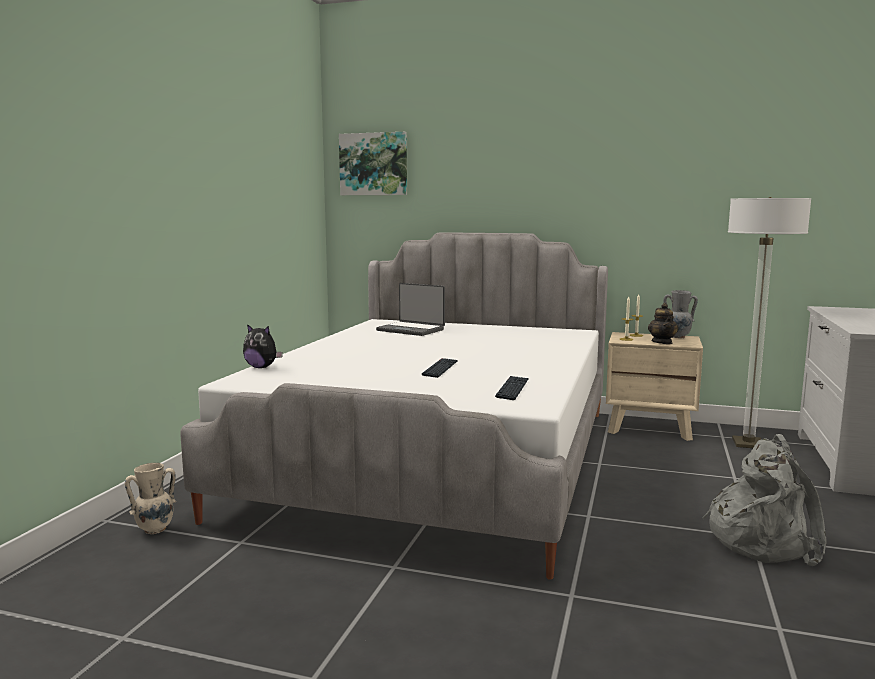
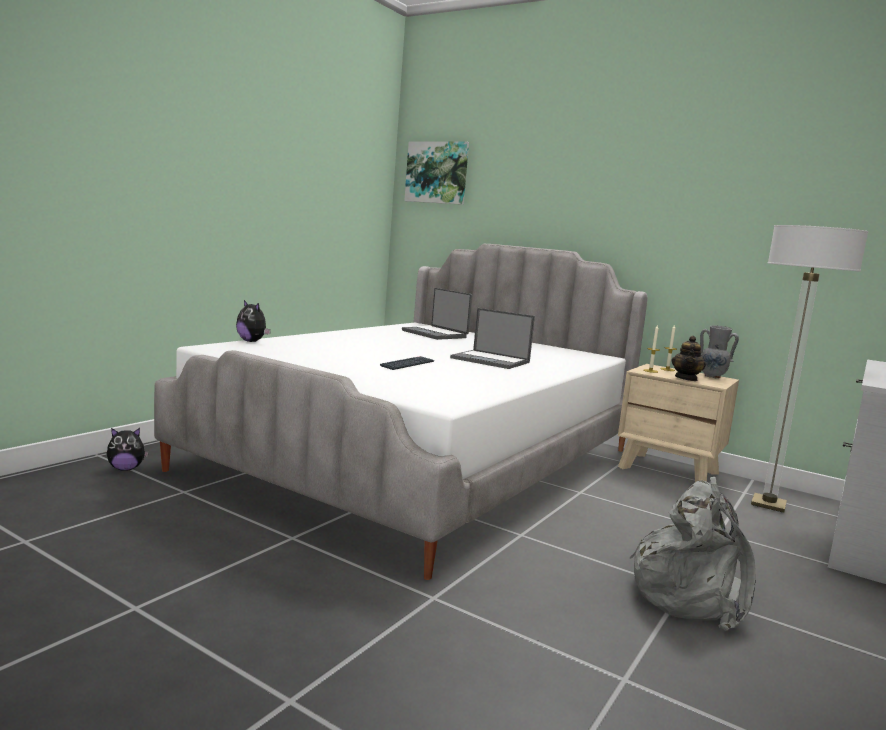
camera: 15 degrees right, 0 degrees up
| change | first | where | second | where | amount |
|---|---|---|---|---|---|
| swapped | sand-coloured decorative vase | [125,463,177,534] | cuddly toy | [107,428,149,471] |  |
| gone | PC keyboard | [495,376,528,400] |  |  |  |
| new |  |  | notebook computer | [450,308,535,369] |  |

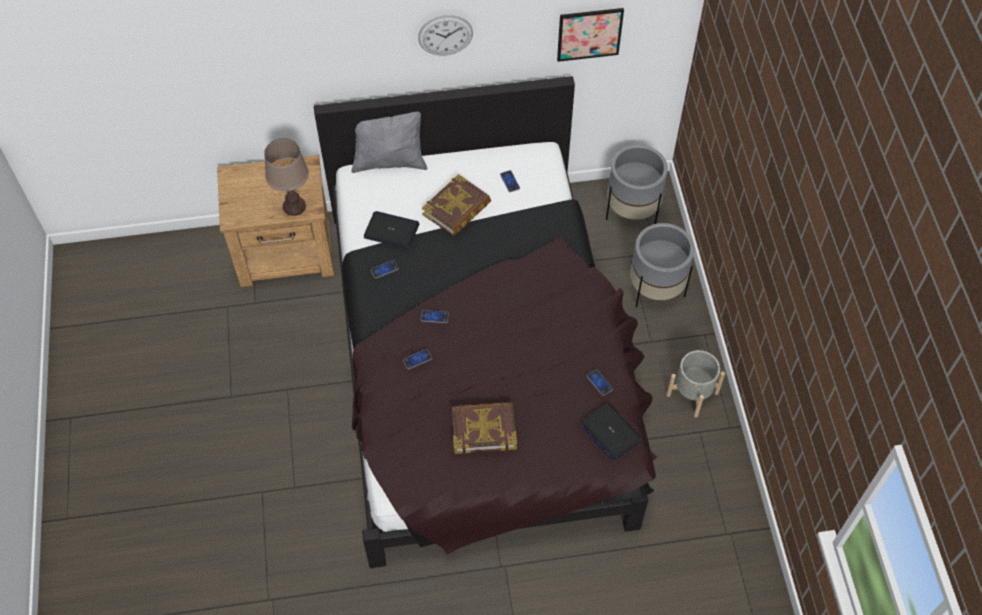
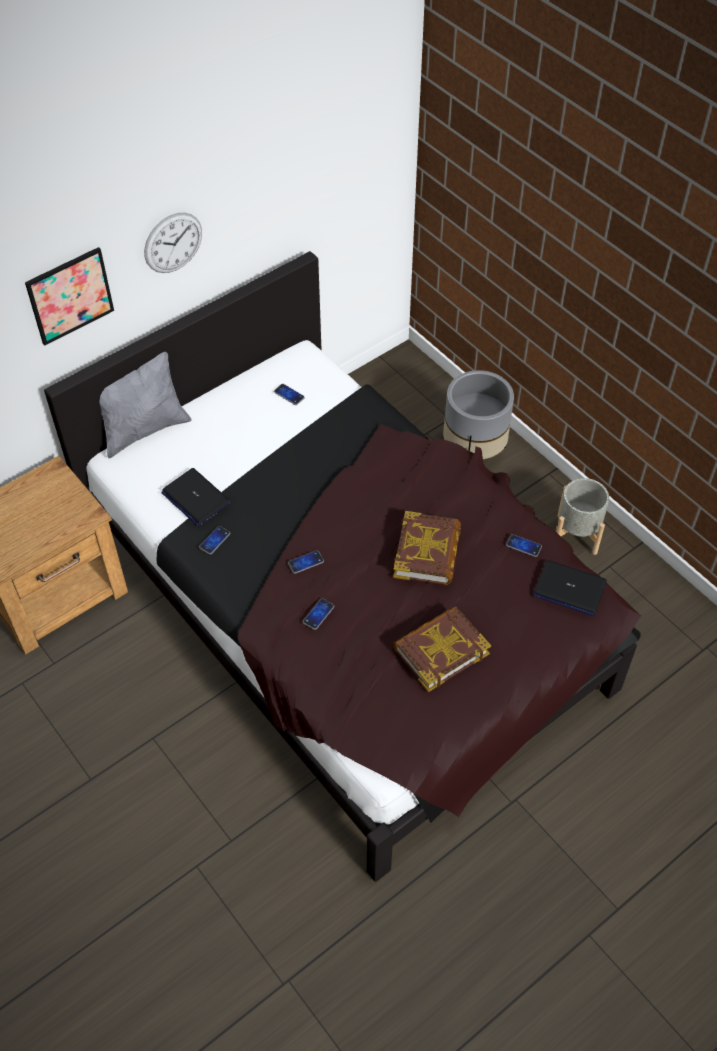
camera: 30 degrees left, 5 degrees down
| change | first | where | second | where | amount |
|---|---|---|---|---|---|
| gone | brownish lamp for a table | [264,138,309,216] |  |  |  |
| rotated | notebook computer | [364,211,419,249] |  | [161,468,231,525] | 120 degrees counterclockwise |
| shifted | bound book | [422,174,491,236] |  | [393,511,461,585] |  |
| shifted | wall picture | [557,8,624,62] |  | [25,247,114,345] |  |
| gone | grey planter | [606,145,668,224] |  |  |  |

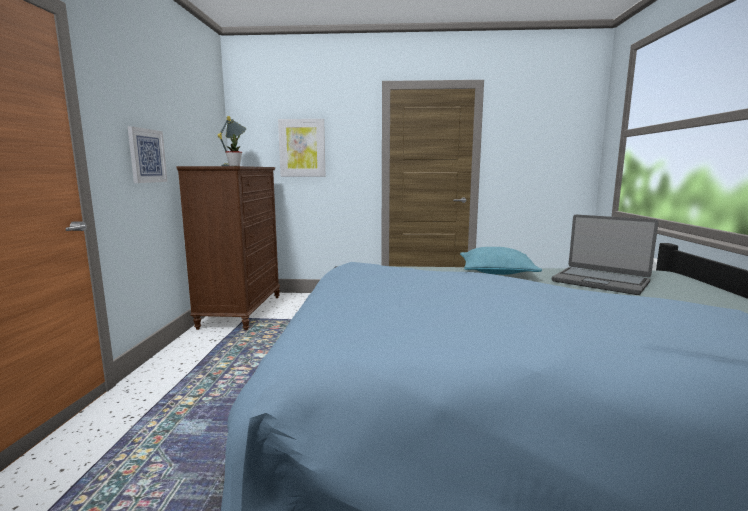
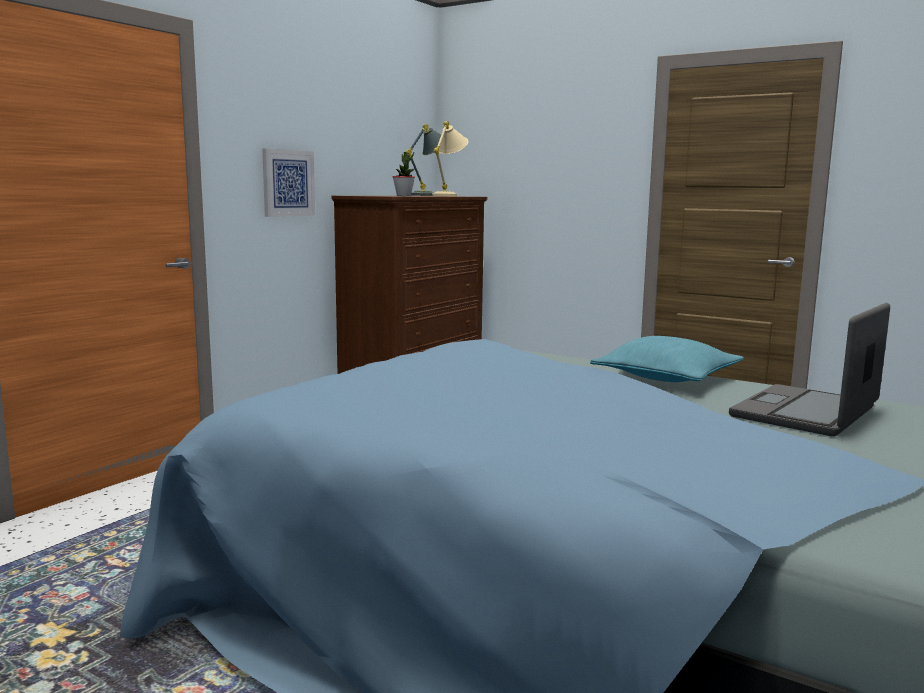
camera: 30 degrees right, 0 degrees up
| change | first | where | second | where | amount |
|---|---|---|---|---|---|
| gone | wall picture | [278,119,325,177] |  |  |  |
| rotated | notebook computer | [552,215,658,295] |  | [729,303,890,437] | 60 degrees clockwise |
| new |  |  | sand-coloured lamp for a table | [432,121,468,196] |  |

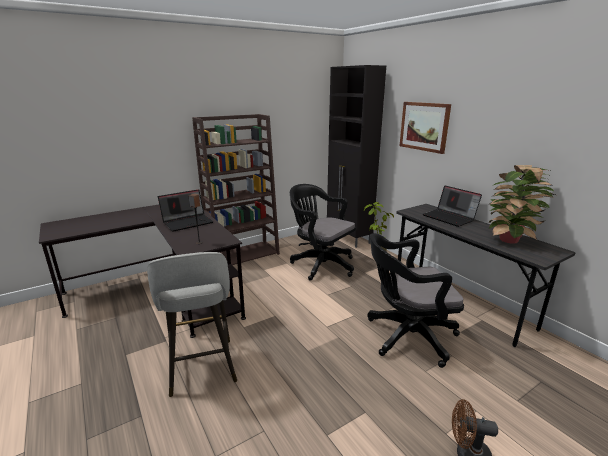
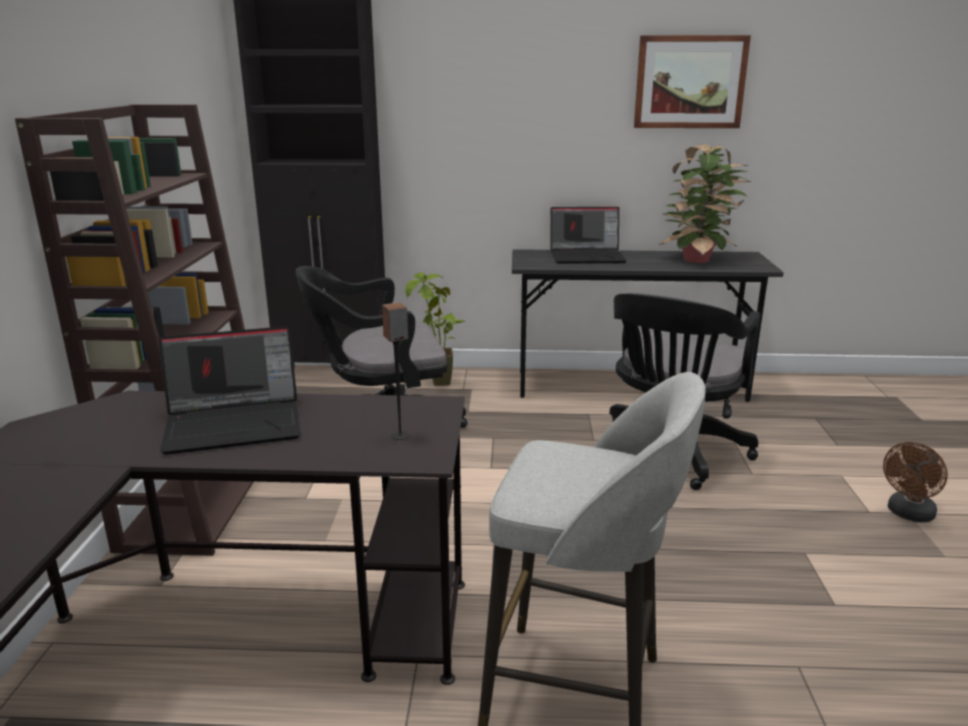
camera: 55 degrees left, 0 degrees up
| change | first | where | second | where | amount |
|---|---|---|---|---|---|
| rotated | notebook computer | [158,189,214,232] |  | [158,326,301,455] | 75 degrees clockwise |
| shifted | wall picture | [399,102,451,154] |  | [634,35,751,128] |  |

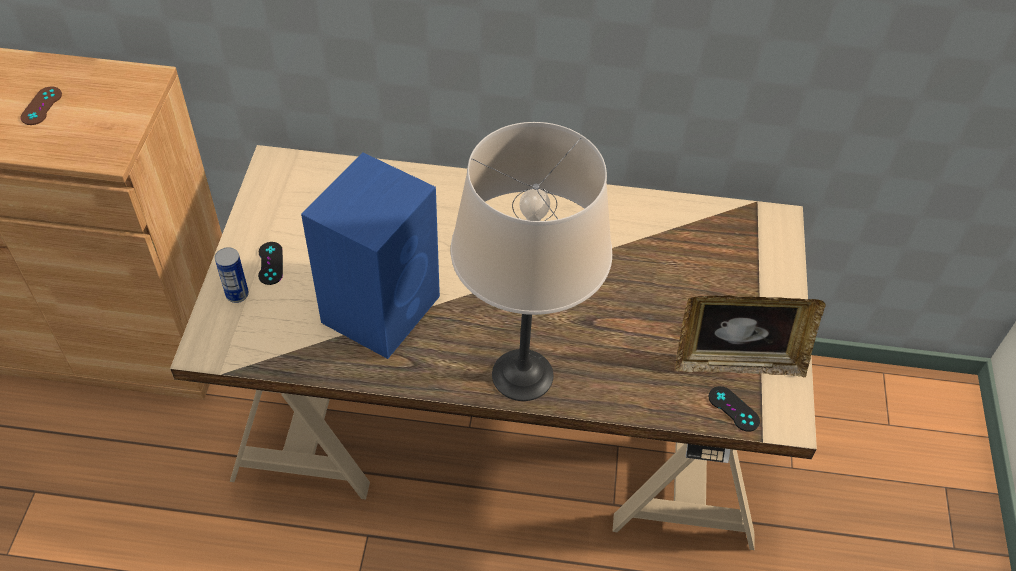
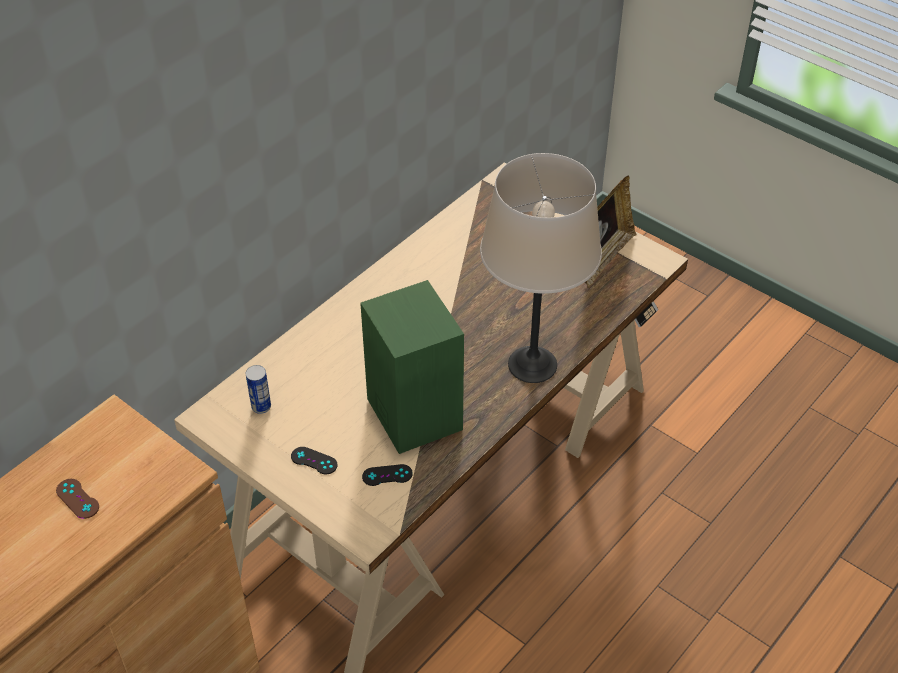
camera: 55 degrees left, 5 degrees down
| change | first | where | second | where | amount |
|---|---|---|---|---|---|
| shifted | metal can | [215,247,249,303] |  | [246,365,271,414] |  |
| repainted | blue-coloured audio speaker | [301,152,440,359] | green-coloured audio speaker | [360,280,464,454] |  |
| shifted | black-coloured joypad | [708,386,760,432] |  | [362,464,413,486] |  |

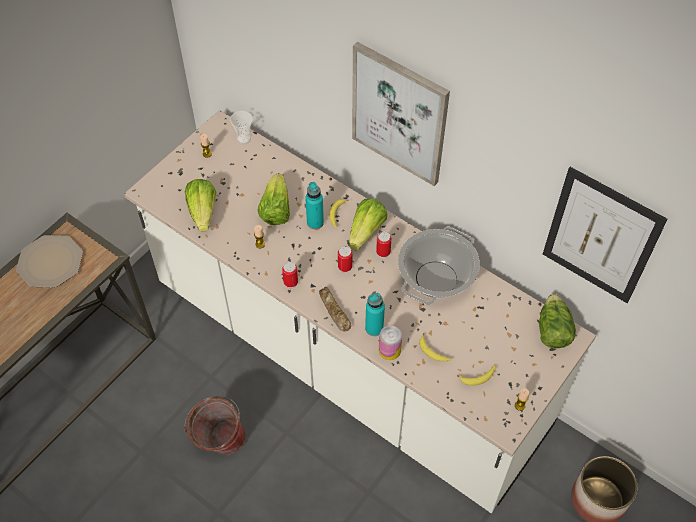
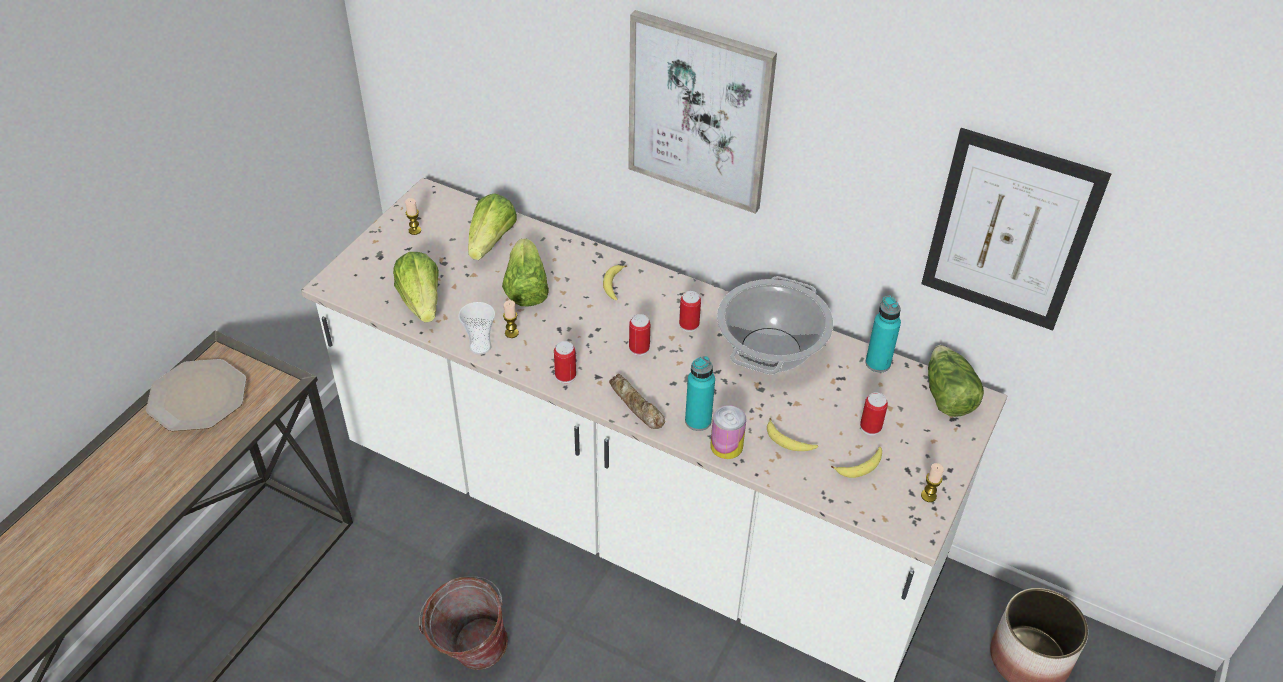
camera: 10 degrees left, 10 degrees down
| change | first | where | second | where | amount |
|---|---|---|---|---|---|
| shifted | small cup | [230,111,253,144] |  | [459,302,495,355] |  |
| shifted | turquoise-coloured bottle | [305,182,324,229] |  | [865,295,901,372] |  |
| shifted | lettuce head | [349,198,387,250] |  | [468,193,517,260] |  |
| new |  |  | metal can | [860,392,888,436] |  |

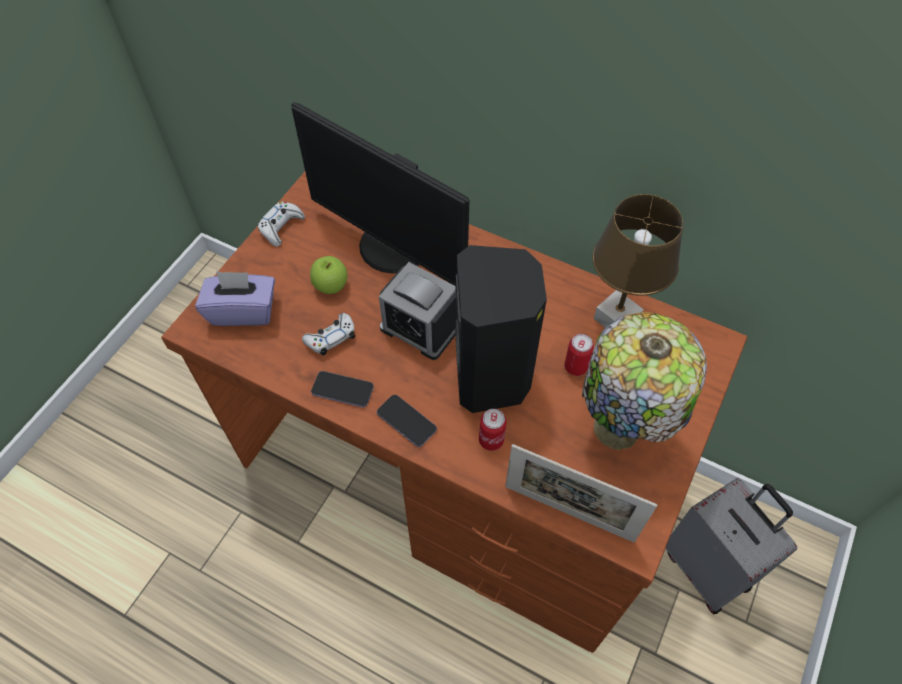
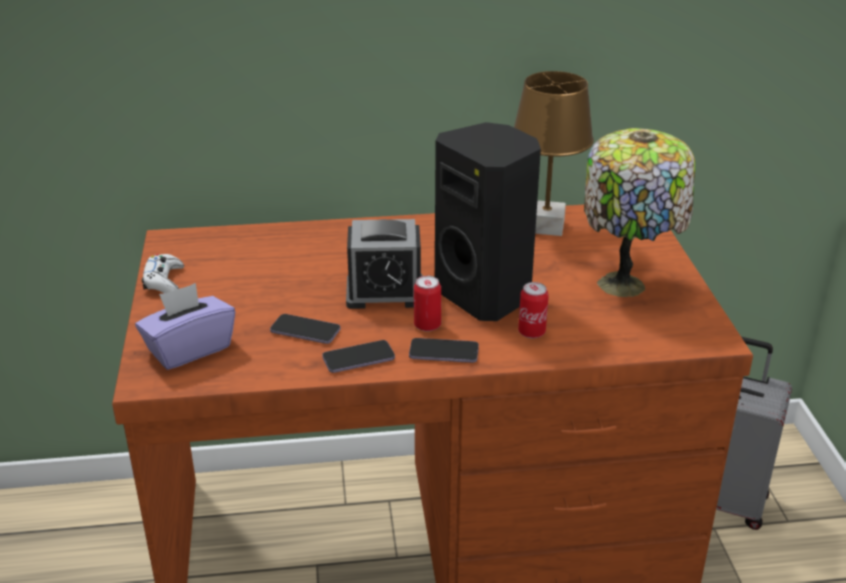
camera: 35 degrees left, 25 degrees down
| change | first | where | second | where | amount |
|---|---|---|---|---|---|
| gone | monitor | [292,102,469,286] |  |  |  |
| swapped | white joypad | [302,313,355,356] | telephone | [270,314,340,344] |  |
| gone | apple | [310,256,348,294] |  |  |  |
| gone | picture frame | [505,444,657,542] |  |  |  |
| shifted | metal can | [564,334,594,376] |  | [414,276,441,331] |  |

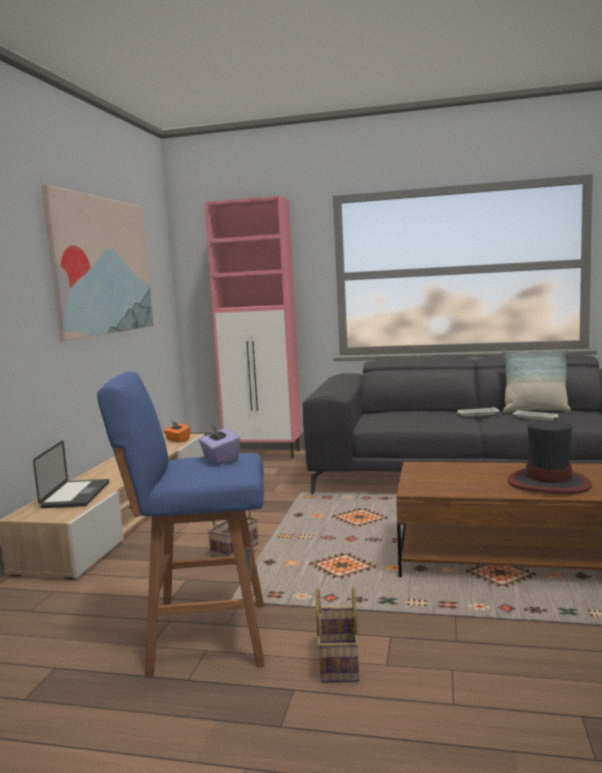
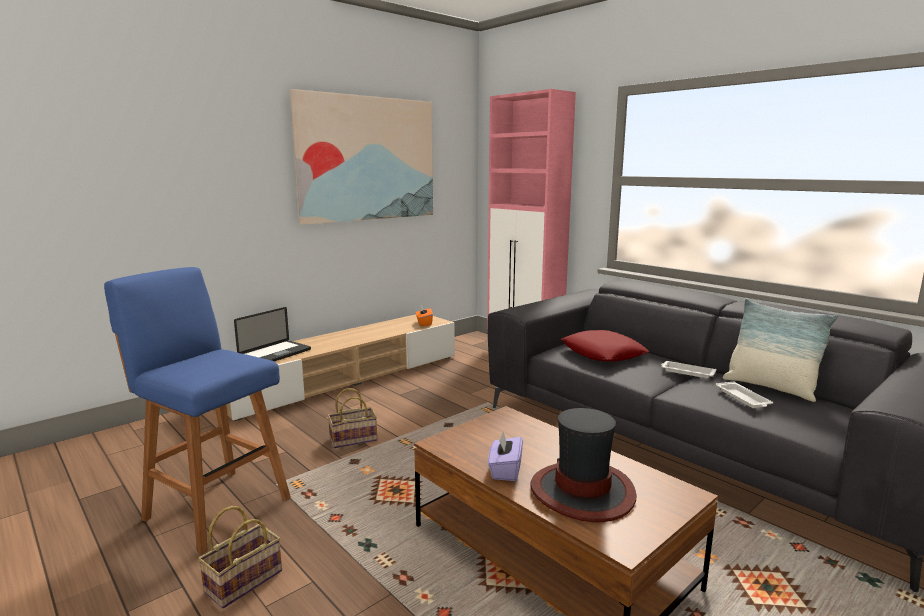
camera: 35 degrees right, 5 degrees up
| change | first | where | second | where | amount |
|---|---|---|---|---|---|
| shifted | purple-coloured tissue holder | [199,424,240,465] |  | [488,432,523,481] |  |
| new |  |  | red-coloured throw pillow | [561,330,649,362] |  |

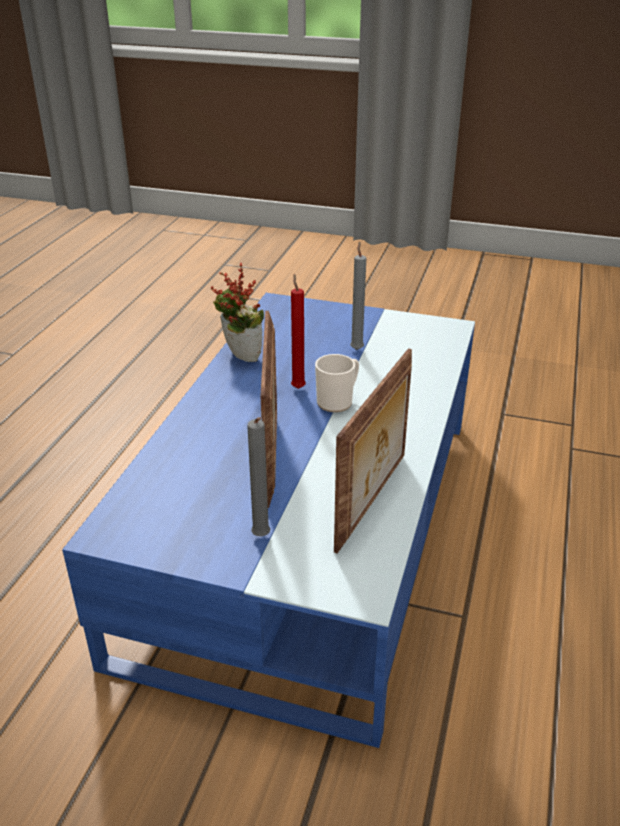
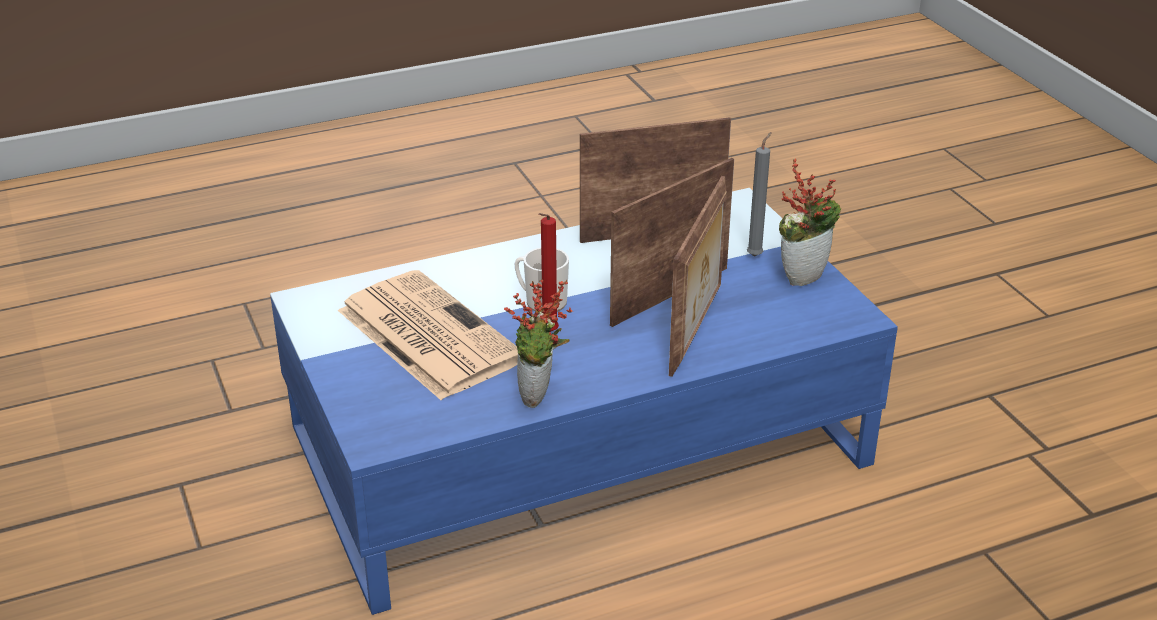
camera: 130 degrees left, 0 degrees up
| change | first | where | second | where | amount |
|---|---|---|---|---|---|
| swapped | grey candle | [350,241,366,350] | newspaper | [338,270,518,400] |  |
| new |  |  | picture frame | [669,176,727,377] |  |
| new |  |  | houseplant | [779,159,841,286] |  |

